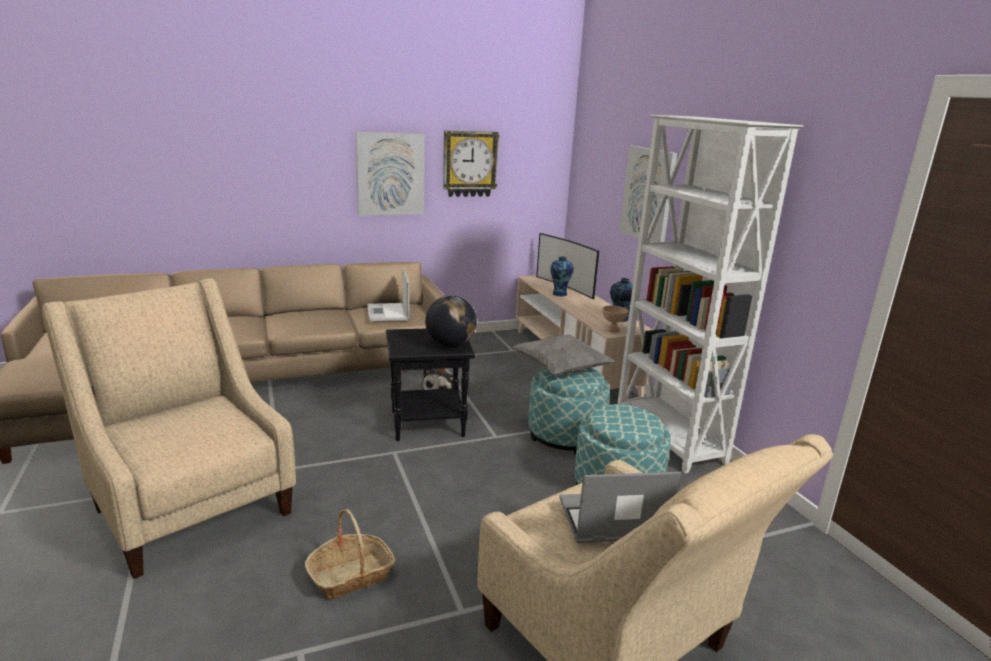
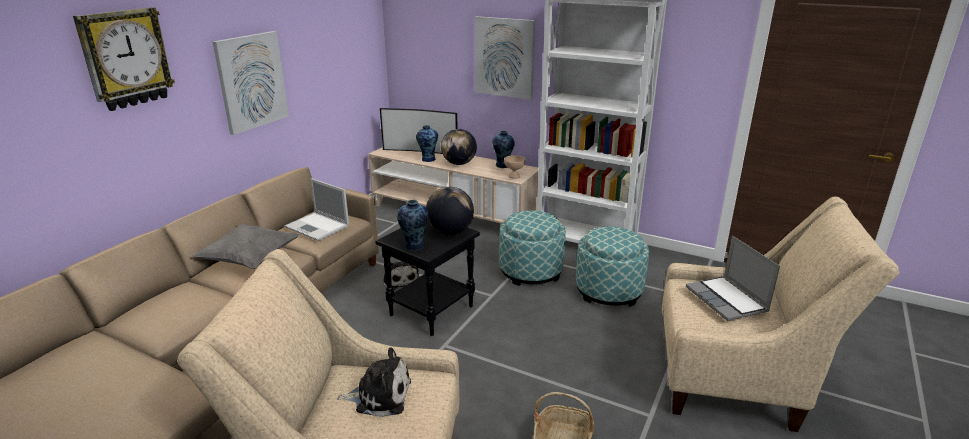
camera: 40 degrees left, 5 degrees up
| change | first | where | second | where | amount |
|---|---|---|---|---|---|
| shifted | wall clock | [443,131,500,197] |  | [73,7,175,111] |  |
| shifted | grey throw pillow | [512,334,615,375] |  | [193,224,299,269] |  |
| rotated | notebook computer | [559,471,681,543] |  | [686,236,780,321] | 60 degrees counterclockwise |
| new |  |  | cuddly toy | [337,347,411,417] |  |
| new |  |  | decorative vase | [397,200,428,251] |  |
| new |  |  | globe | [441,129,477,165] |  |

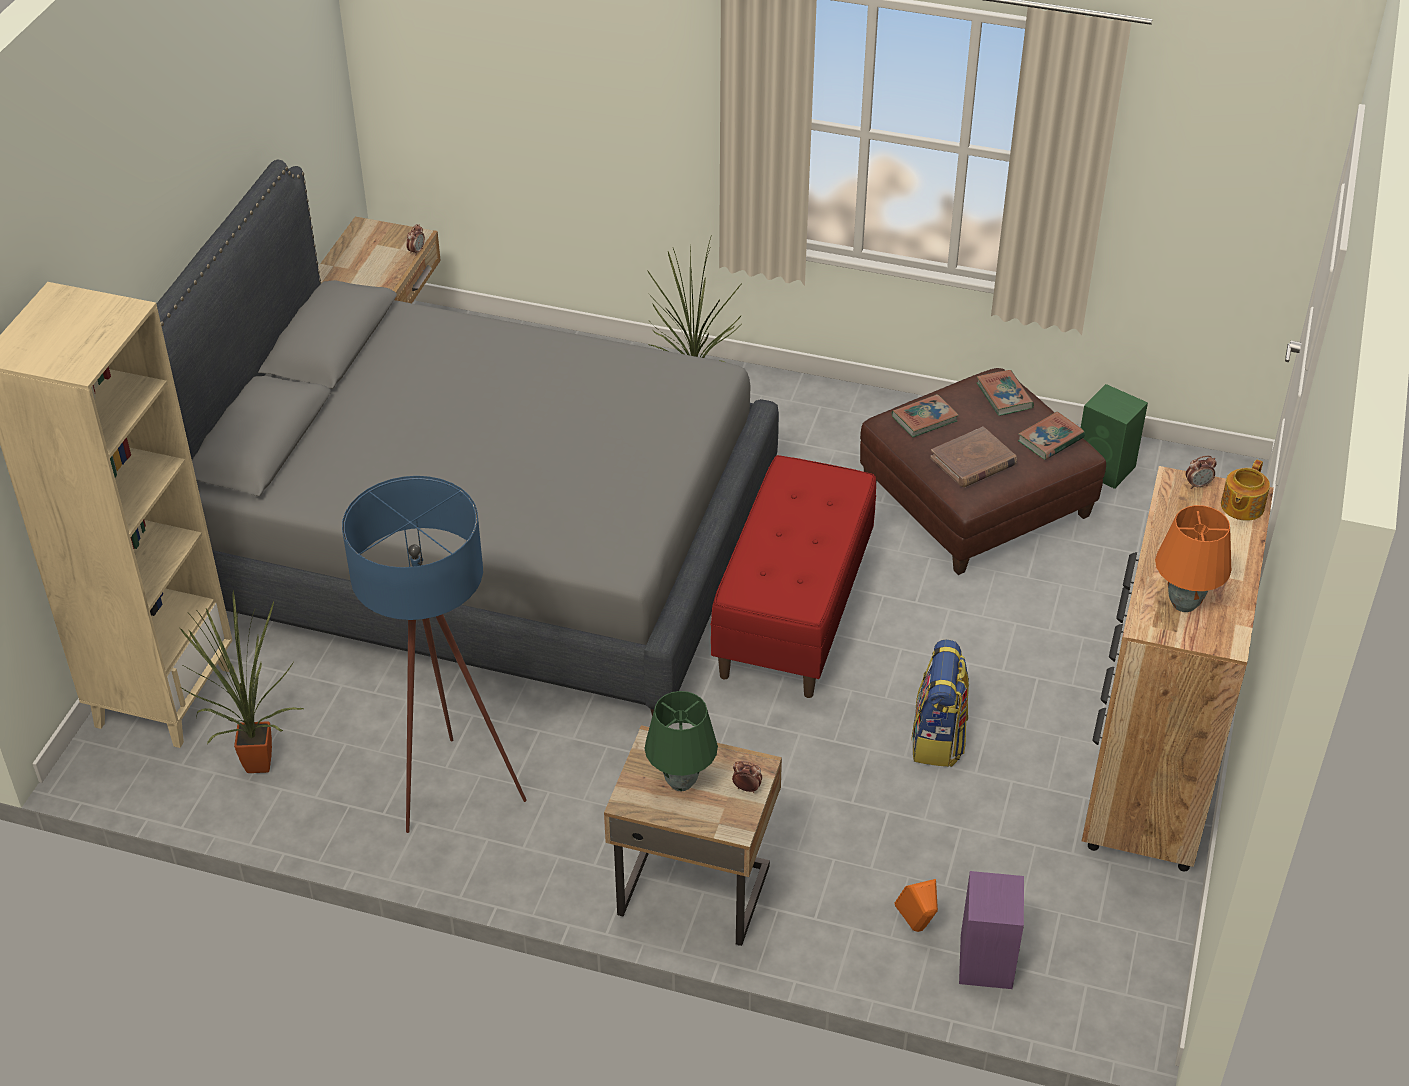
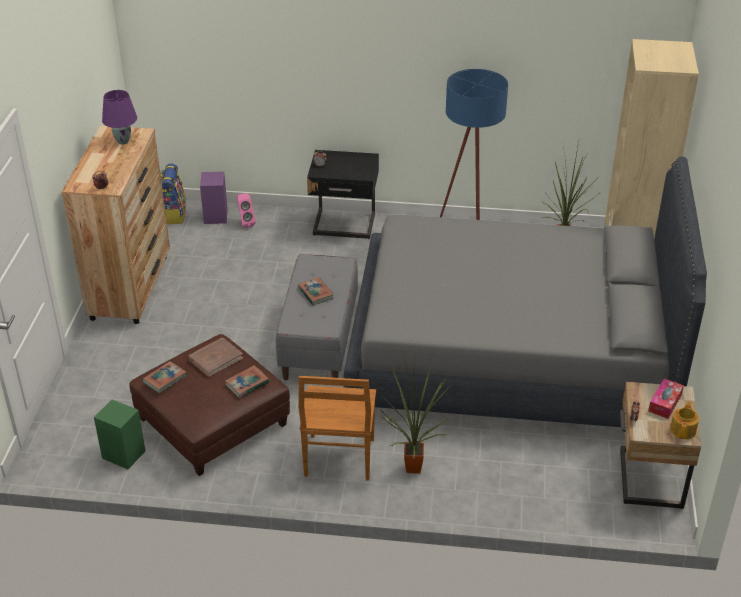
camera: 170 degrees right, 5 degrees down
| change | first | where | second | where | amount |
|---|---|---|---|---|---|
| repainted | sand-coloured nightstand | [604,725,782,946] | black-coloured nightstand | [307,150,379,239] |  |
| gone | green-coloured lamp for a table | [644,691,718,791] |  |  |  |
| repainted | red-coloured bench | [710,455,876,698] | grey bench | [276,254,358,380] |  |
| repainted | orange-coloured audio speaker | [894,879,938,932] | pink audio speaker | [237,193,256,228] |  |
| shifted | knapsack | [911,639,969,767] |  | [160,163,186,224] |  |
| shifted | bound book | [977,370,1034,416] |  | [298,277,334,305] |  |
| repainted | orange-coloured lamp for a table | [1155,505,1231,612] | purple-coloured lamp for a table | [102,90,137,144] |  |
| shifted | pot for tea | [1221,460,1270,521] |  | [670,401,699,439] |  |
| new |  |  | brownish upright chair | [299,376,376,481] |  |
| new |  |  | tissue holder | [648,378,684,419] |  |

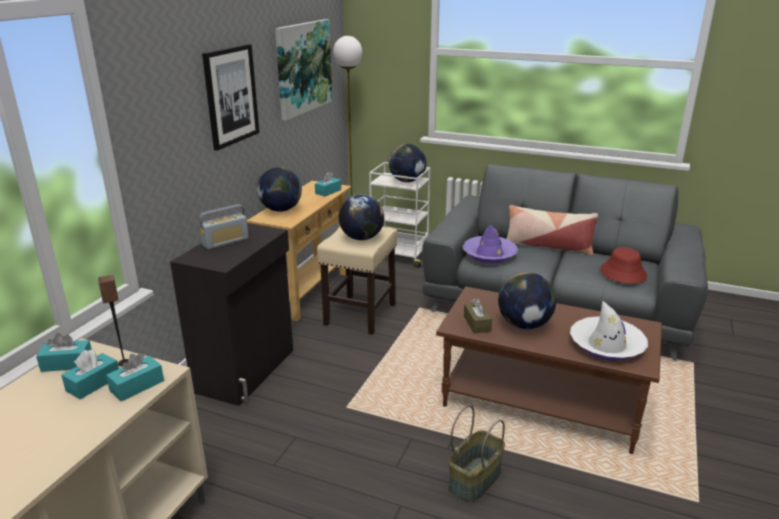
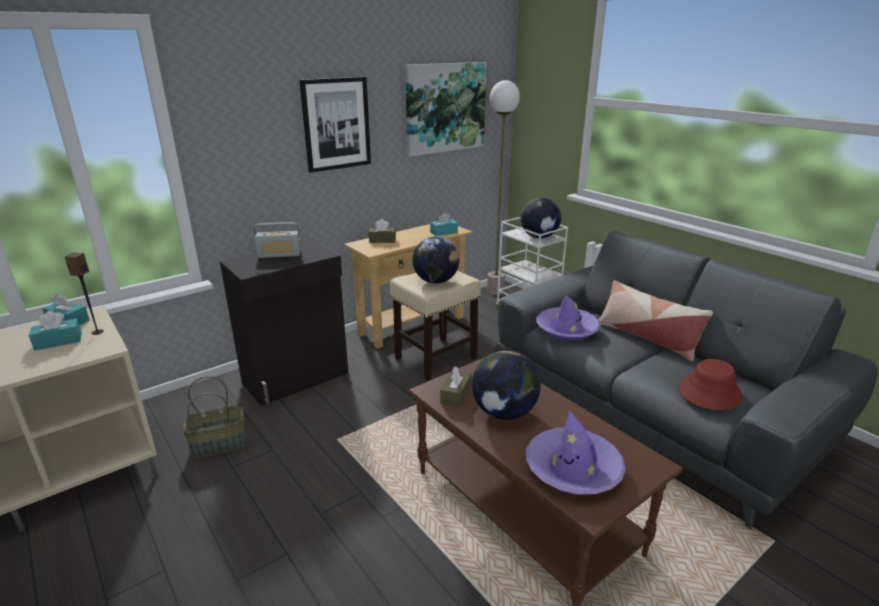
camera: 30 degrees right, 0 degrees up
| change | first | where | second | where | amount |
|---|---|---|---|---|---|
| gone | turquoise-coloured tissue holder | [106,353,164,401] |  |  |  |
| swapped | globe | [257,167,302,212] | brownish tissue holder | [369,219,396,243] |  |
| shifted | basket | [448,405,505,503] |  | [182,376,247,458] |  |
| repainted | white hat | [570,300,648,361] | purple-coloured hat | [526,410,626,495] |  |

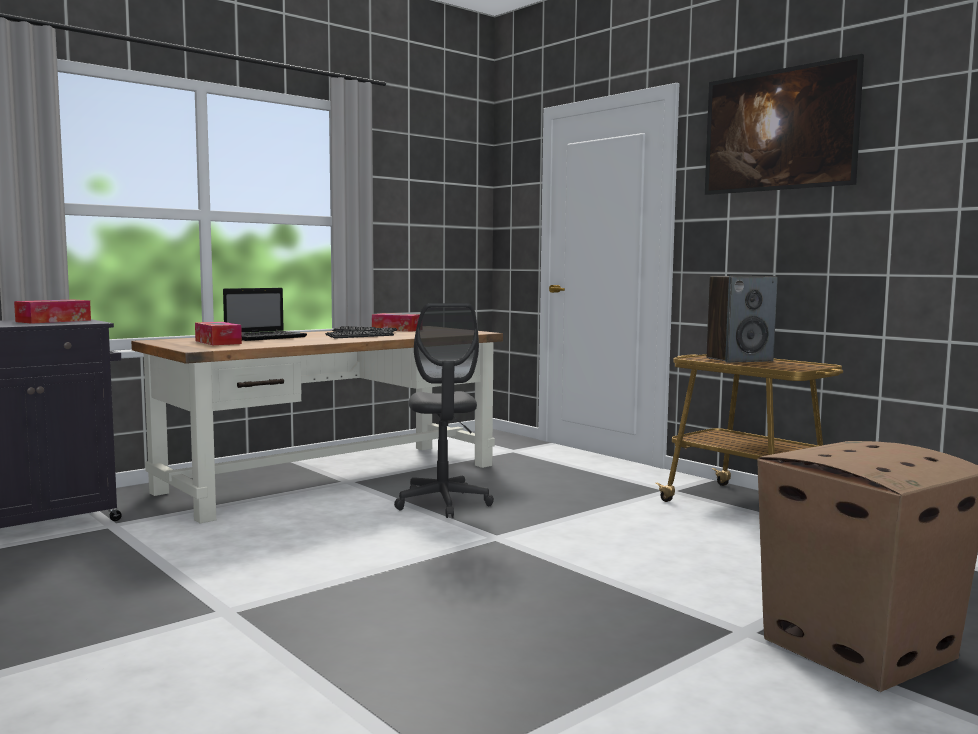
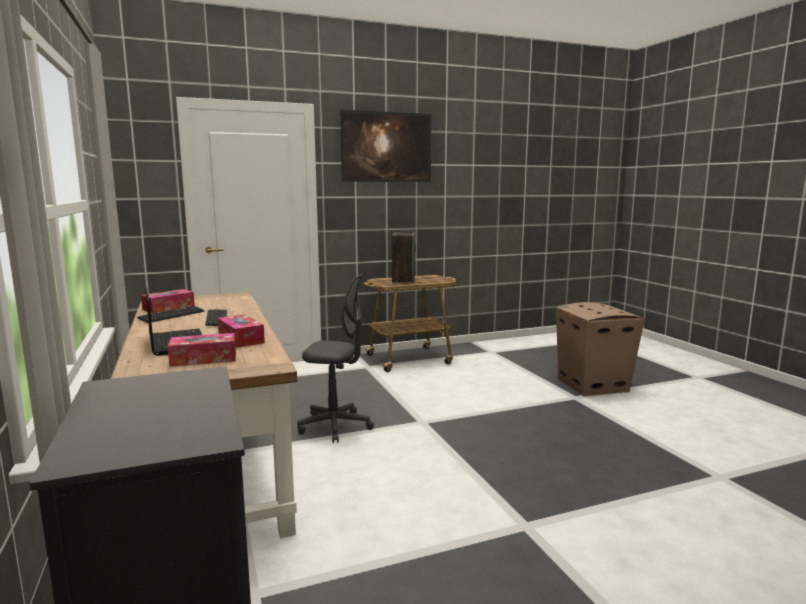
camera: 70 degrees left, 5 degrees up
| change | first | where | second | where | amount |
|---|---|---|---|---|---|
| shifted | tissue holder | [14,300,91,324] |  | [218,314,265,348] |  |

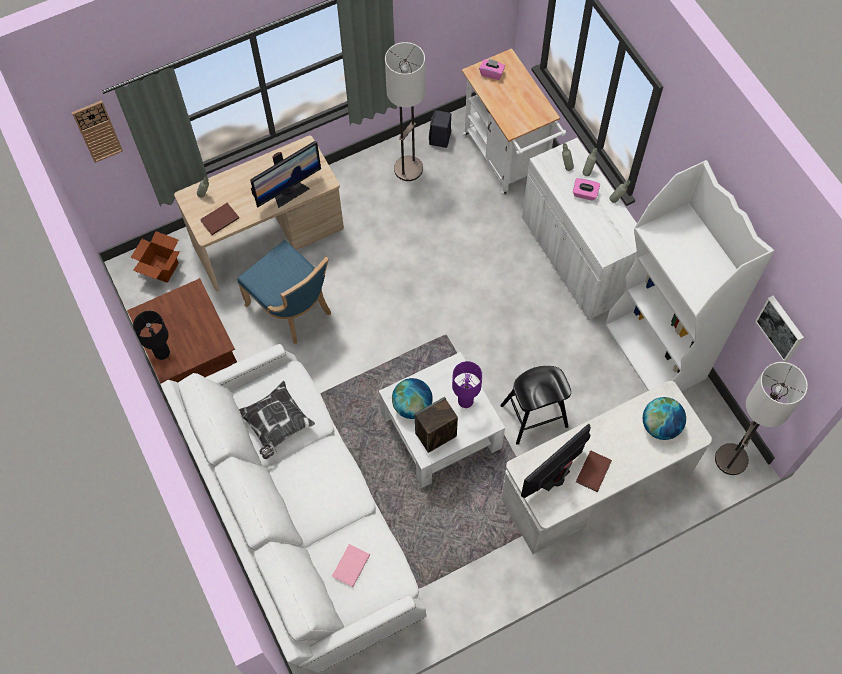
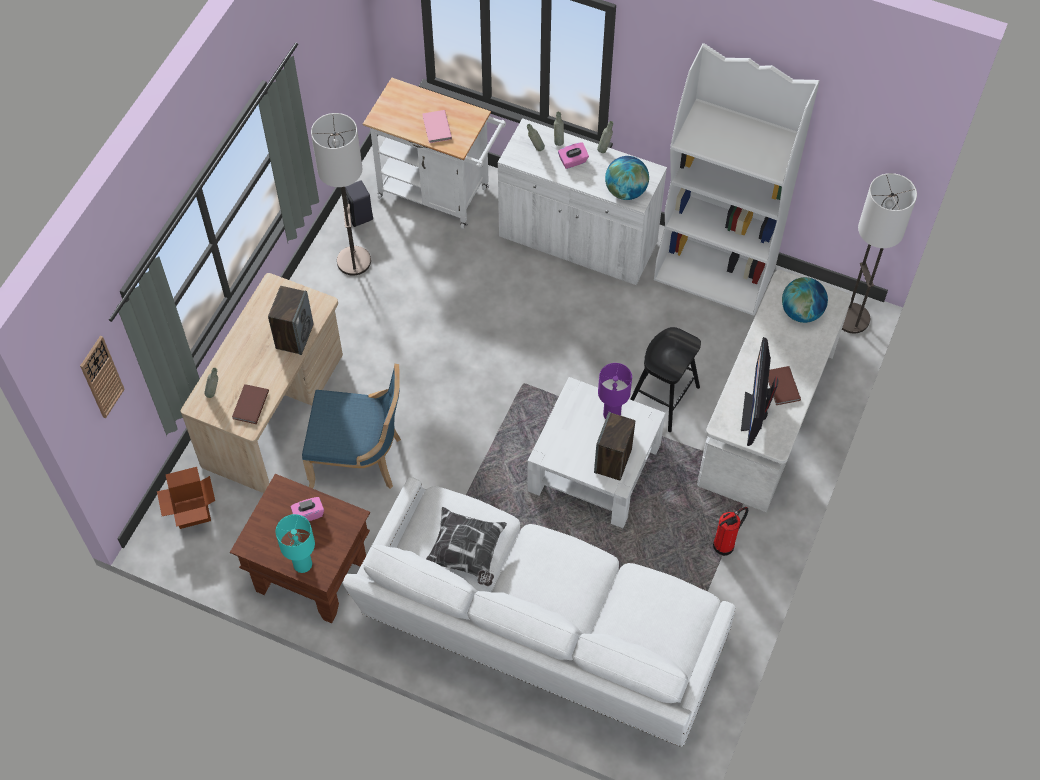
camera: 40 degrees left, 5 degrees down
| change | first | where | second | where | amount |
|---|---|---|---|---|---|
| repainted | black-coloured lamp for a table | [133,311,170,360] | turquoise-coloured lamp for a table | [276,514,315,573] |  |
| swapped | monitor | [250,141,321,208] | audio speaker | [268,286,314,355] |  |
| shifted | pink bound book | [332,544,370,587] |  | [423,110,452,143] |  |
| shifted | globe | [392,378,433,419] |  | [605,156,649,200] |  |
| shifted | pink tissue holder | [479,59,505,80] |  | [291,497,324,521] |  |
| gone | wall picture | [755,296,804,362] |  |  |  |
| new |  |  | fire extinguisher | [713,507,748,556] |  |

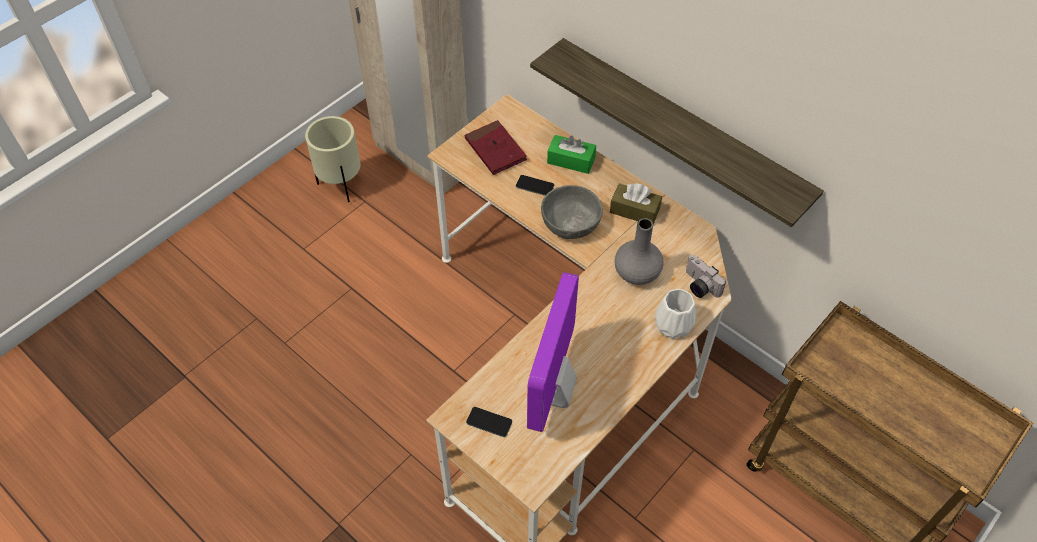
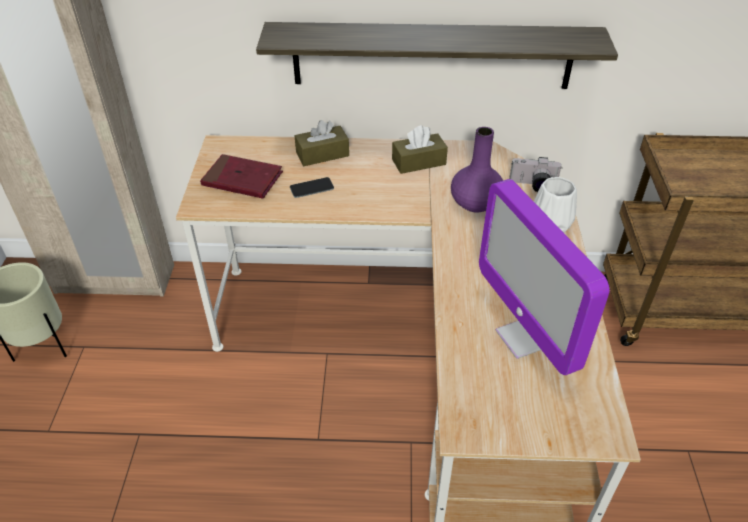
camera: 40 degrees left, 10 degrees down
| change | first | where | second | where | amount |
|---|---|---|---|---|---|
| gone | telephone | [466,407,512,437] |  |  |  |
| gone | grey bowl | [541,185,603,239] |  |  |  |
| repainted | green-coloured tissue holder | [547,135,596,174] | brownish tissue holder | [295,120,349,166] |  |
| repainted | grey decorative vase | [615,218,663,285] | purple-coloured decorative vase | [451,127,503,212] |  |

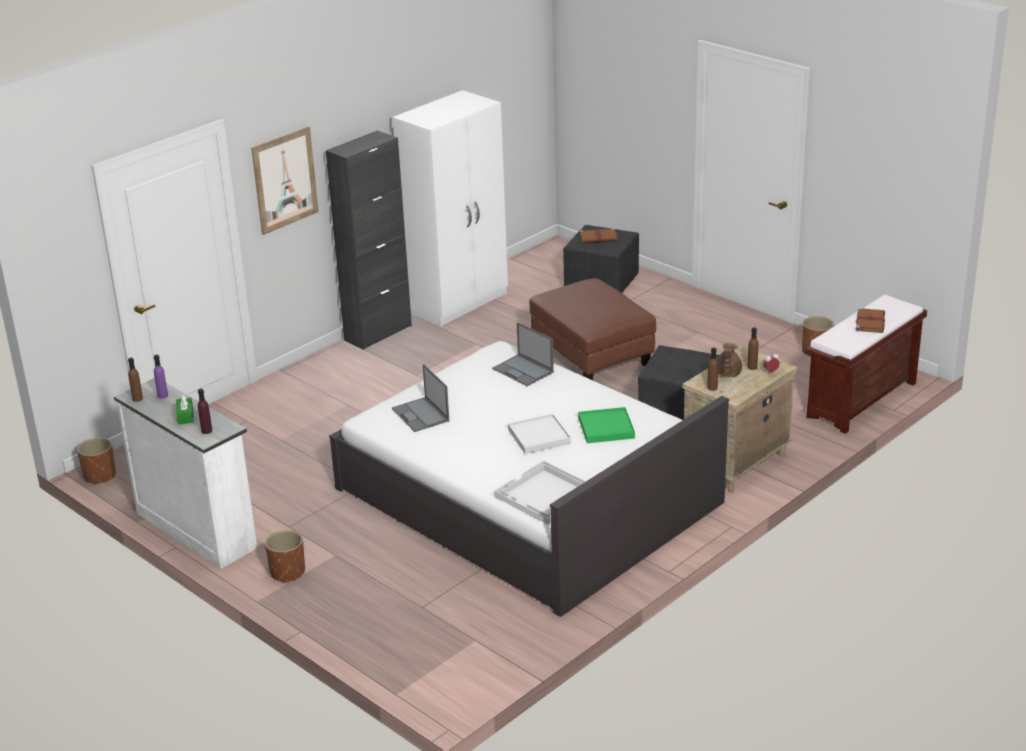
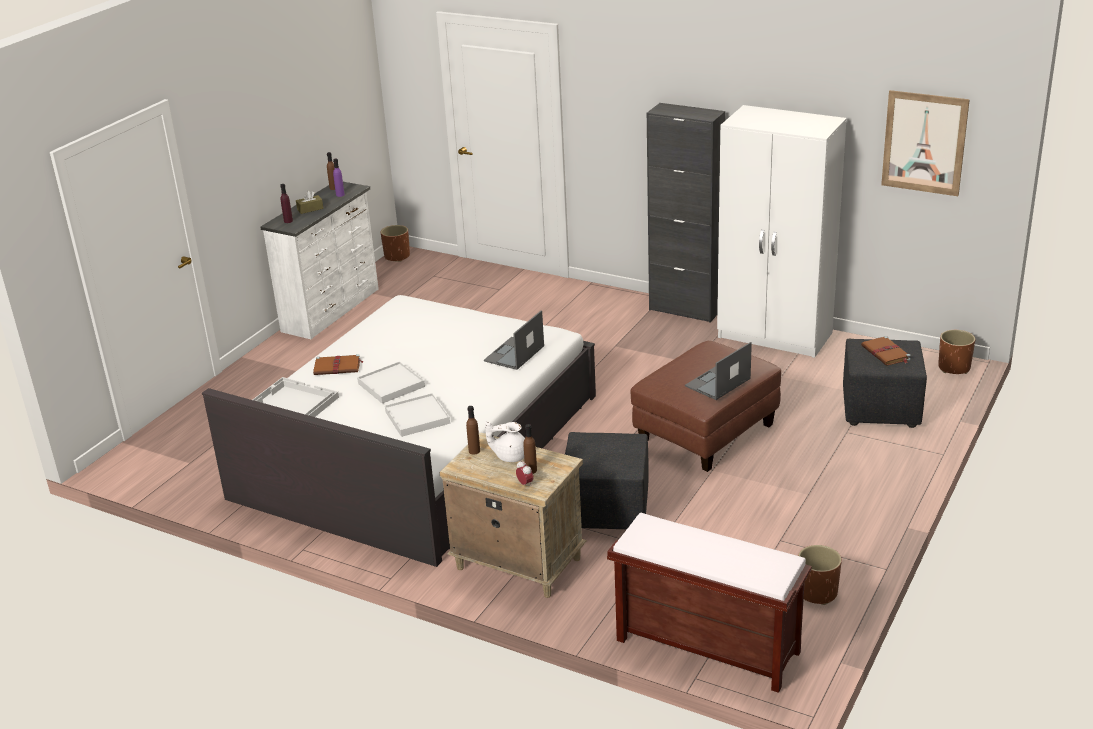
camera: 75 degrees right, 0 degrees up
| change | first | where | second | where | amount |
|---|---|---|---|---|---|
| repainted | green-coloured tissue holder | [176,394,194,424] | brownish tissue holder | [296,191,324,214] |  |
| shifted | wall picture | [251,127,319,235] |  | [881,90,970,196] |  |
| shifted | brownish planter | [265,530,305,582] |  | [938,330,975,374] |  |
| shifted | notebook computer | [392,364,449,432] |  | [685,342,752,400] |  |
| repainted | green-coloured carrying tray | [578,407,635,443] | white carrying tray | [385,393,450,437] |  |
| repainted | brownish pot for tea | [716,343,742,377] | white pot for tea | [485,421,525,462] |  |
| shifted | brownish bound book | [855,308,885,333] |  | [313,354,364,375] |  |

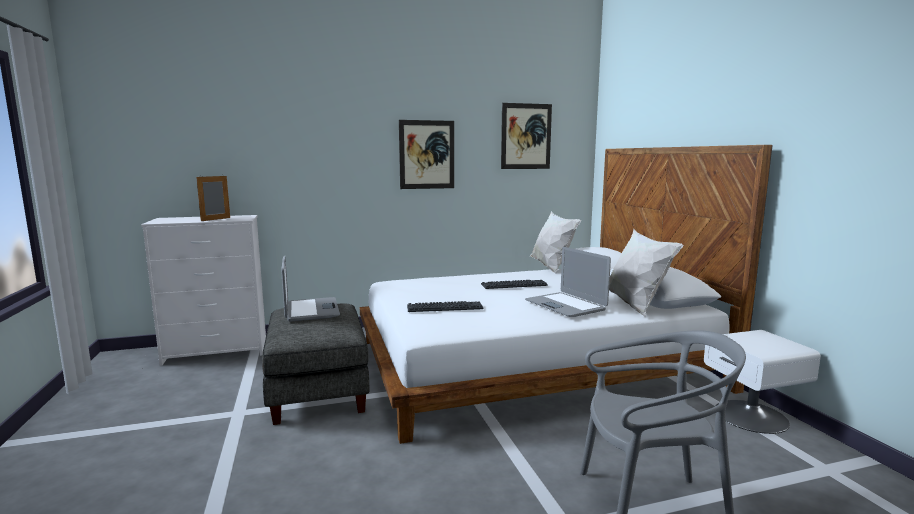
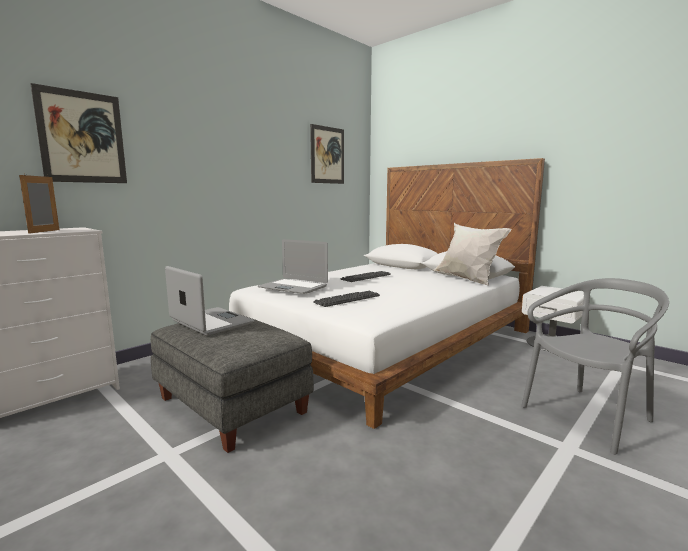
camera: 30 degrees left, 0 degrees up
| change | first | where | second | where | amount |
|---|---|---|---|---|---|
| shifted | wall picture | [399,120,454,189] |  | [30,83,127,183] |  |
| shifted | notebook computer | [525,247,611,317] |  | [258,239,328,294] |  |
| gone | white throw pillow | [530,211,581,274] |  |  |  |

